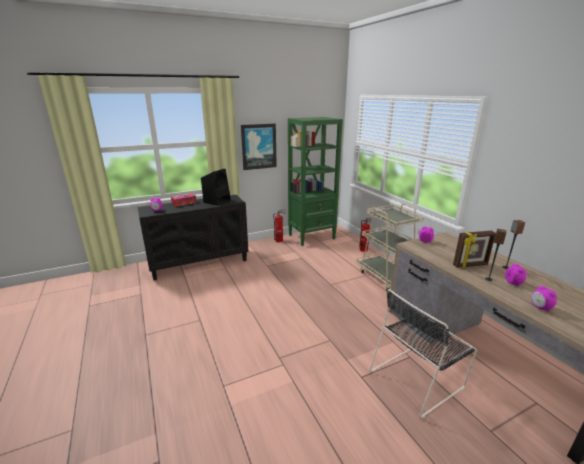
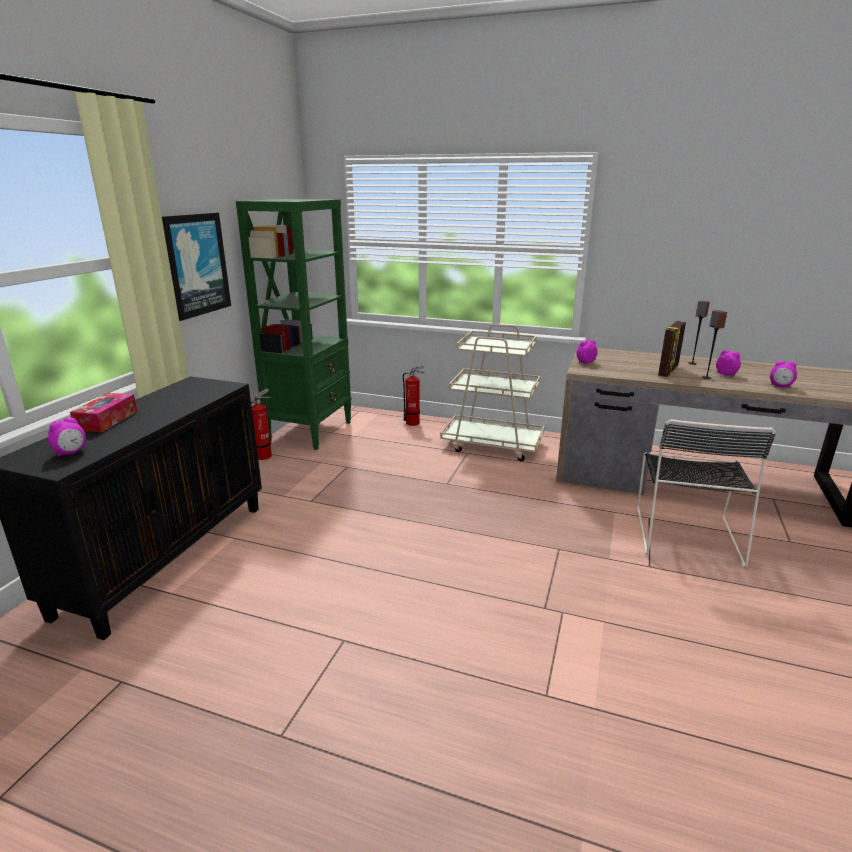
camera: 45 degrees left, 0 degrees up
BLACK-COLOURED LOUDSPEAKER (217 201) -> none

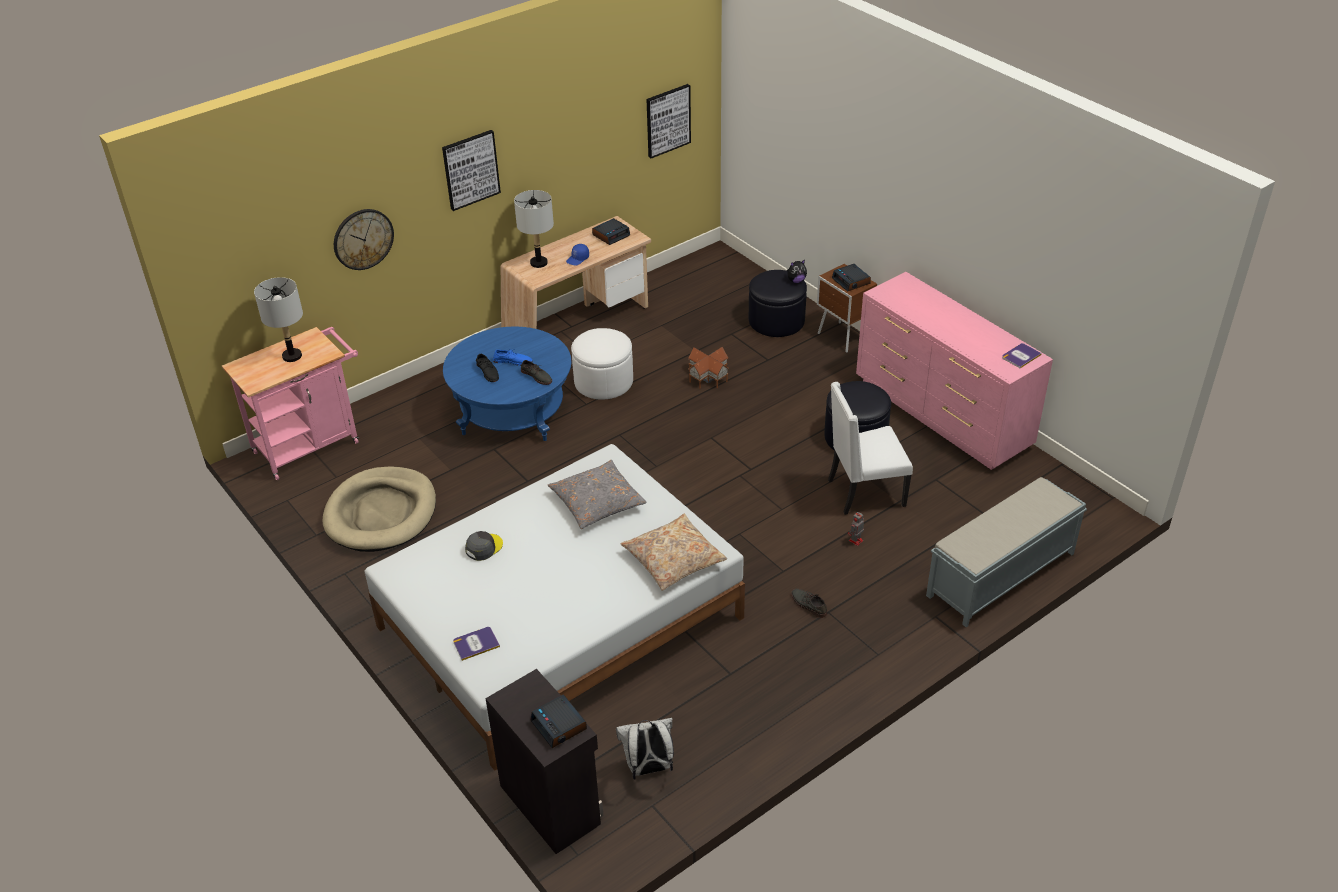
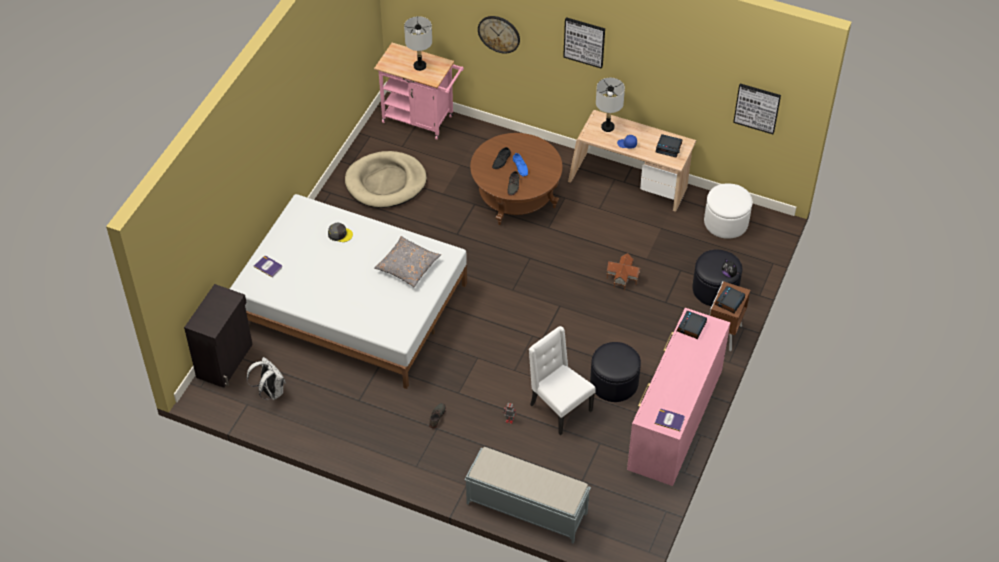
camera: 60 degrees right, 10 degrees up
BEIGE-COLOURED THROW PILLOW (673 560) -> none
TABLE CLOCK (559 725) -> TABLE CLOCK (691 327), shifted
WHITISH POUFFE (604 381) -> WHITISH POUFFE (726 222), shifted
BLUISH LOUNGE TABLE (513 411) -> BROWN-COLOURED LOUNGE TABLE (516 195)

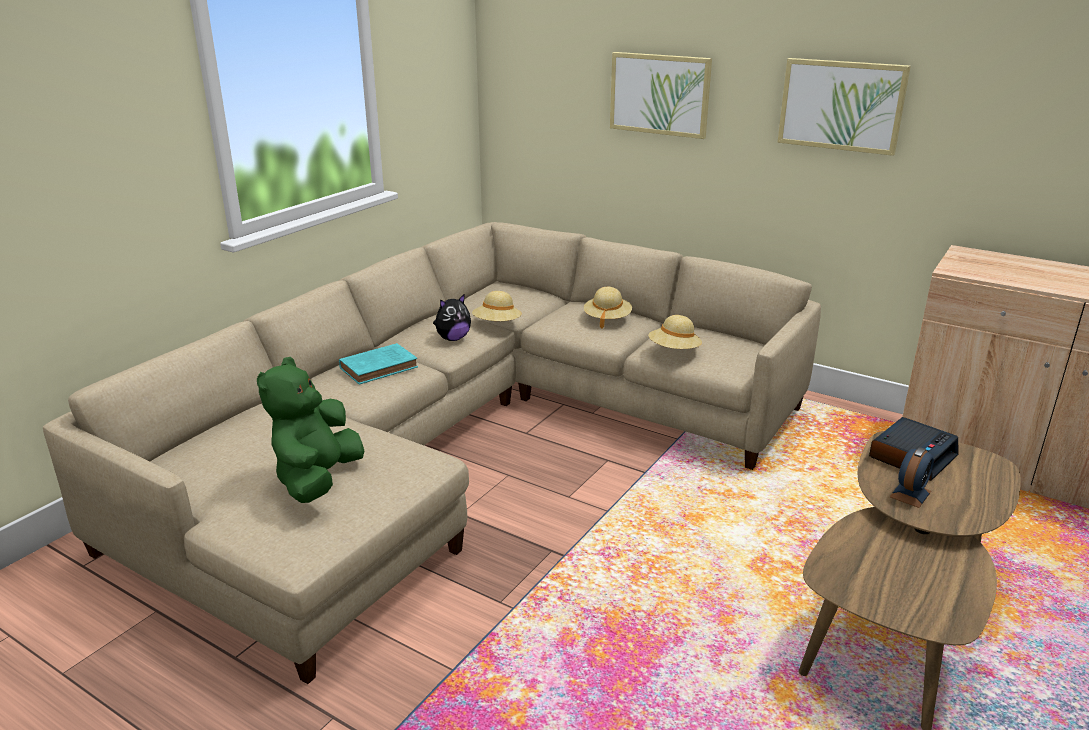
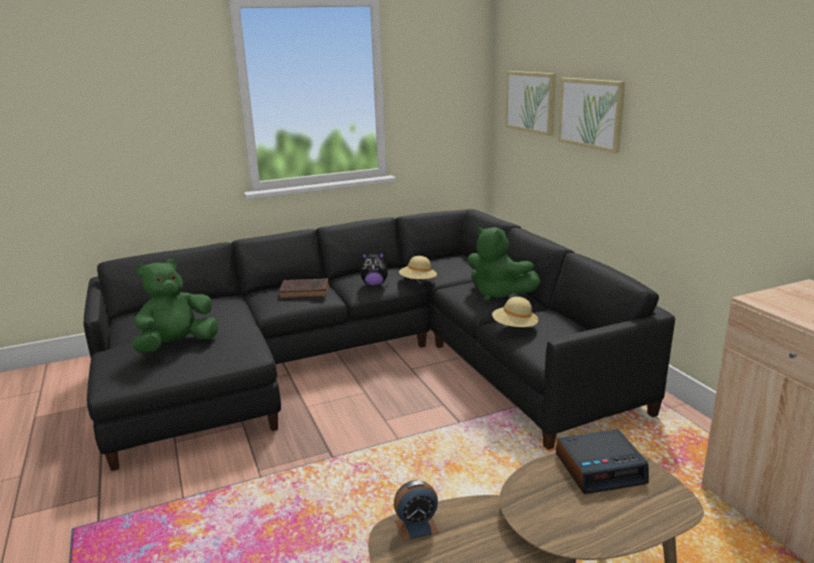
camera: 35 degrees right, 5 degrees down
WALL ART (841 105) -> WALL ART (531 102), shifted
TABLE CLOCK (910 494) -> TABLE CLOCK (416 526), shifted
BEIGE-COLOURED HAT (607 319) -> GREEN-COLOURED CUDDLY TOY (498 294)
BEIGE-COLOURED SOFA (464 442) -> BLACK-COLOURED SOFA (365 363)
TURQUOISE-COLOURED BOUND BOOK (380 367) -> BROWN-COLOURED BOUND BOOK (306 291)

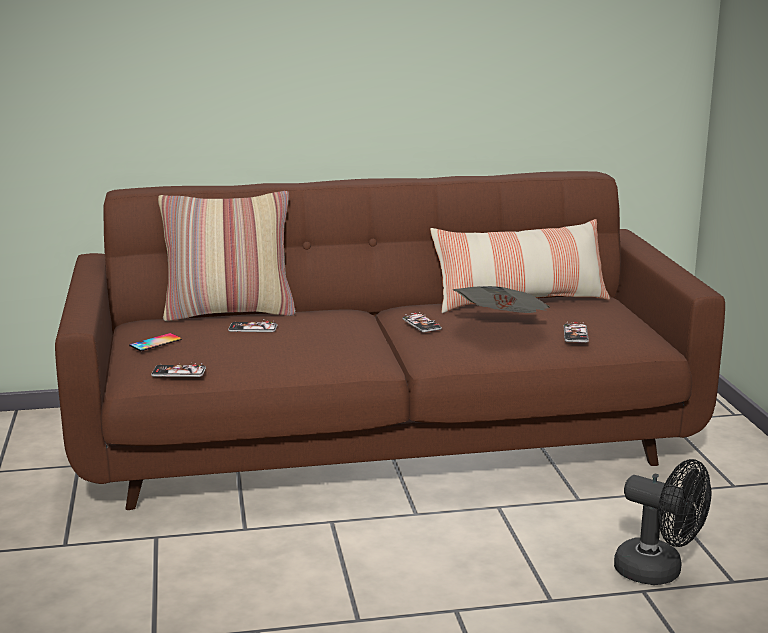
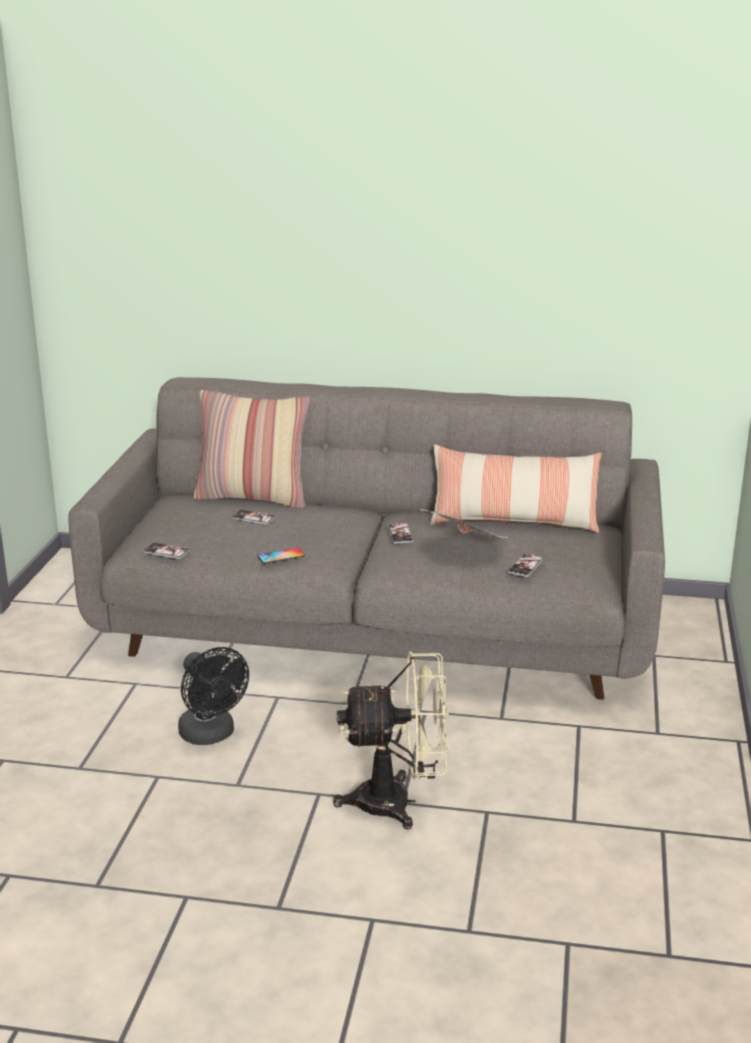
camera: 20 degrees right, 5 degrees up
none -> BEIGE-COLOURED ELECTRIC FAN (398 802)
HANDSET (155 342) -> HANDSET (281 556), shifted
BLACK-COLOURED ELECTRIC FAN (658 572) -> BLACK-COLOURED ELECTRIC FAN (211 735), shifted
BROWN-COLOURED SOFA (385 439) -> GRAY SOFA (377 629)

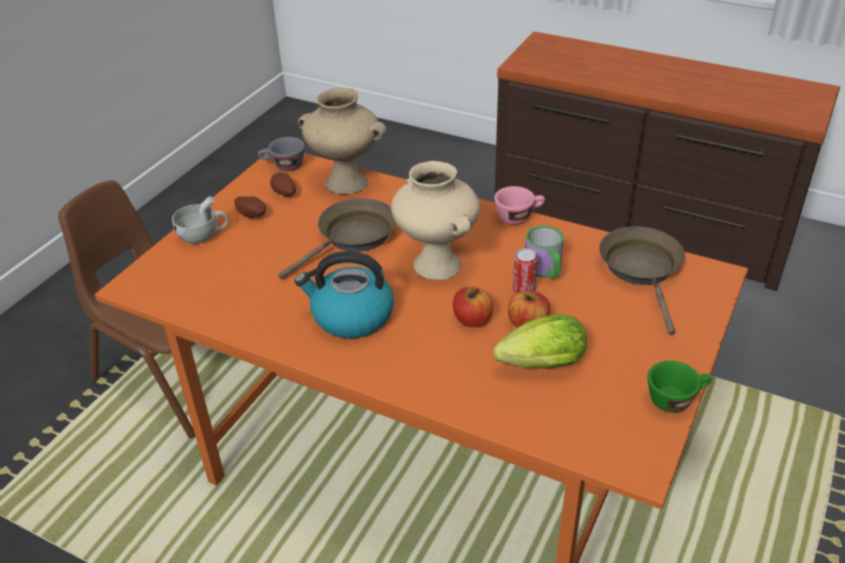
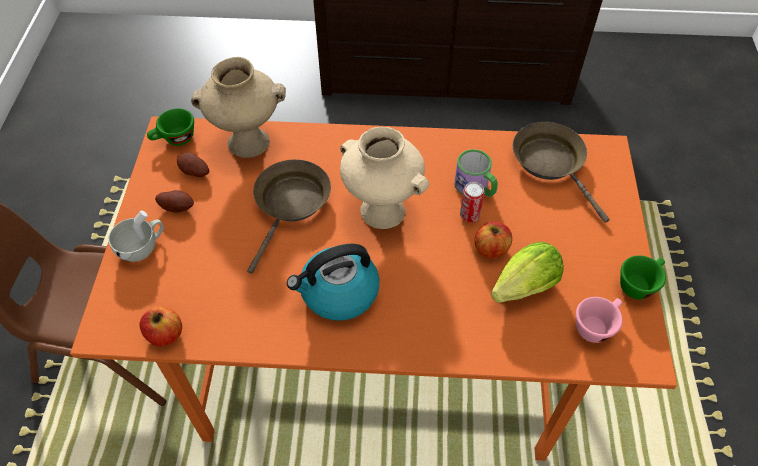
camera: 25 degrees left, 15 degrees up
APPLE FRUIT (472 320) -> APPLE FRUIT (165 334), shifted
PINK-COLOURED CUP (519 216) -> PINK-COLOURED CUP (596 325), shifted
GRAY CUP (283 166) -> GREEN-COLOURED CUP (175 140)

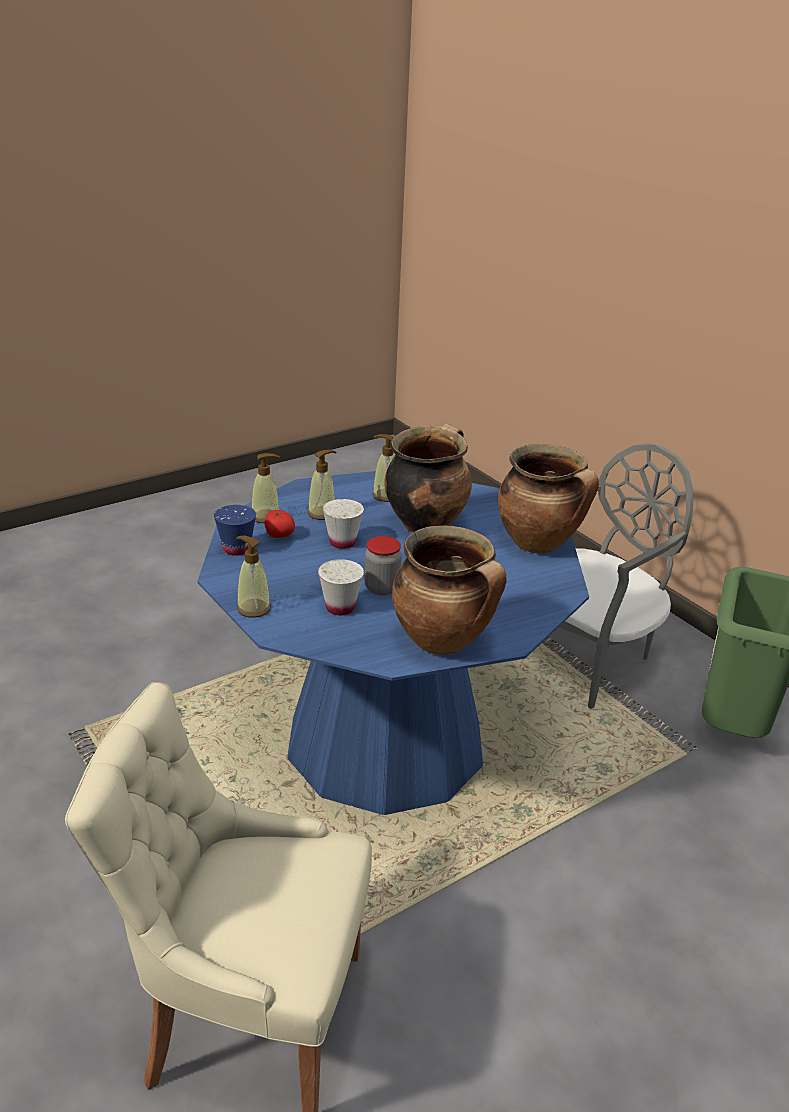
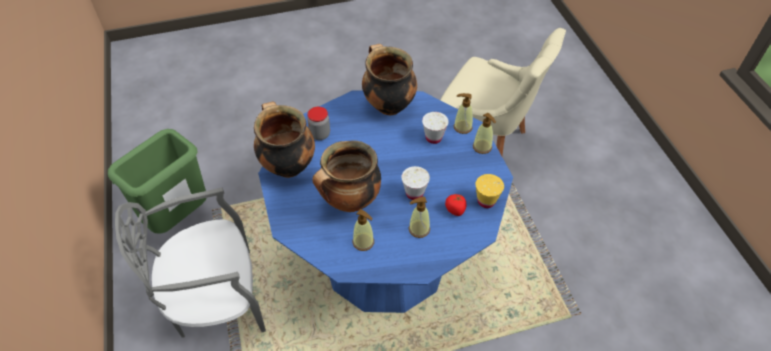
camera: 160 degrees left, 20 degrees up
SOAP BOTTLE (266 517) -> SOAP BOTTLE (462 127), shifted
PRESERVE JAR (382 588) -> PRESERVE JAR (320 134), shifted
BLUISH CUP (236 549) -> YELLOWISH CUP (486 201)

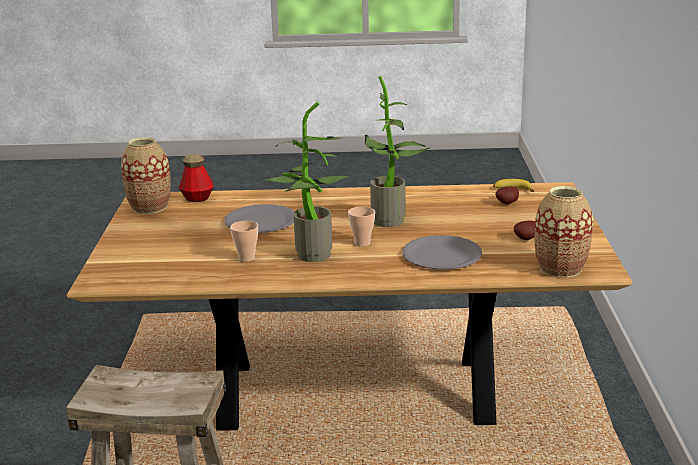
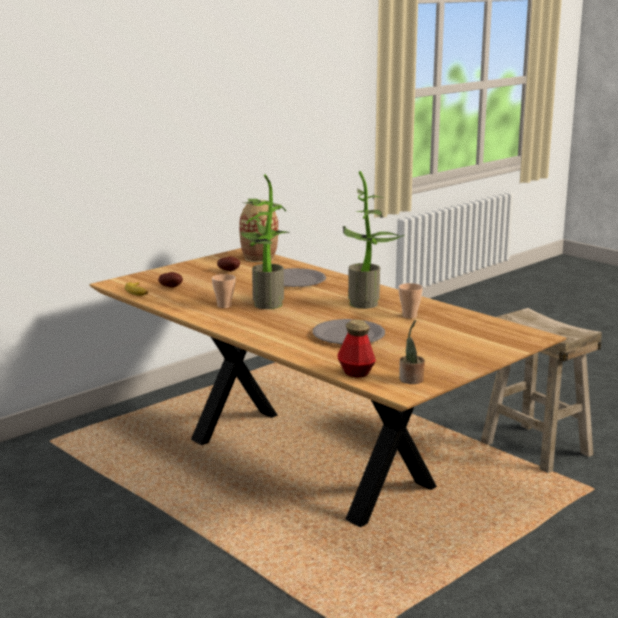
camera: 135 degrees left, 5 degrees down
CUP (362 243) -> CUP (224 306), shifted
DECORATIVE VASE (150 207) -> POTTED PLANT (411 380)

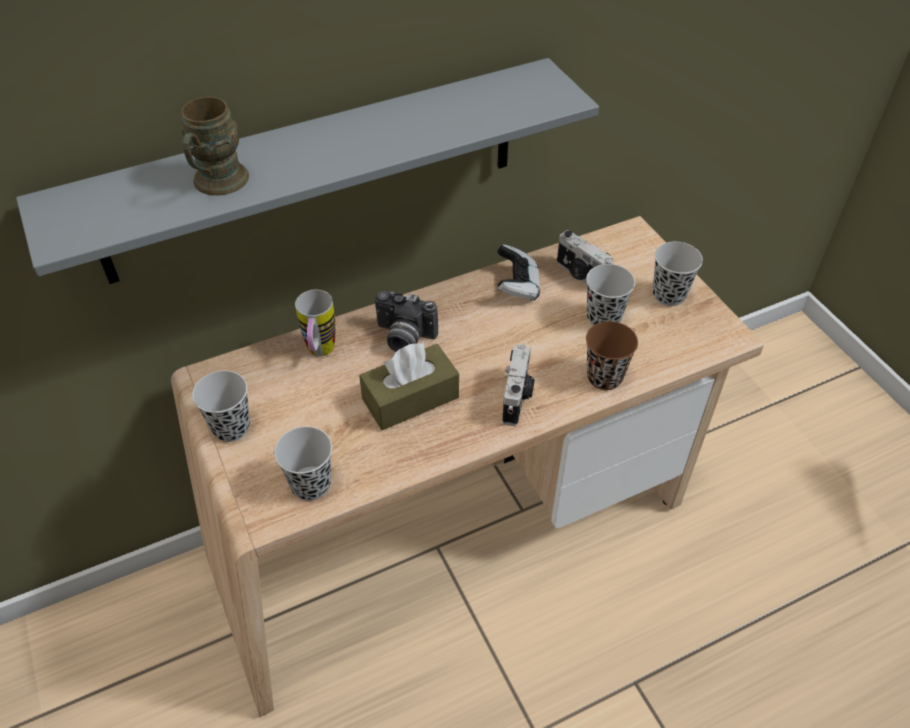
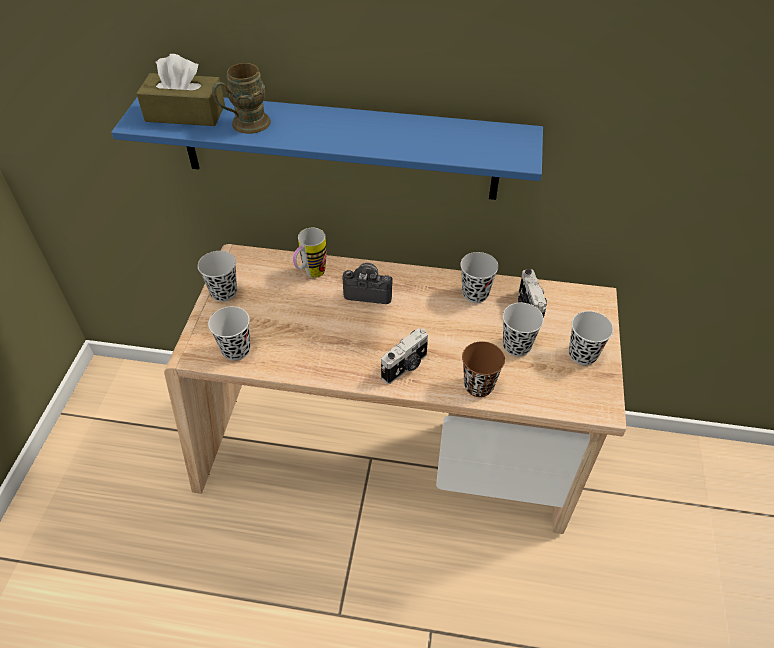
camera: 35 degrees right, 0 degrees up
BROWN-COLOURED TISSUE BOX (410 398) -> BROWN-COLOURED TISSUE BOX (185 113), shifted
GAME CONTROLLER (517 286) -> BLACK-COLOURED CUP (475 294)
GRAY BRACKET SHELF (313 172) -> BLUISH BRACKET SHELF (338 146)
STILL CAMERA (403 338) -> STILL CAMERA (369 290), 135 degrees clockwise

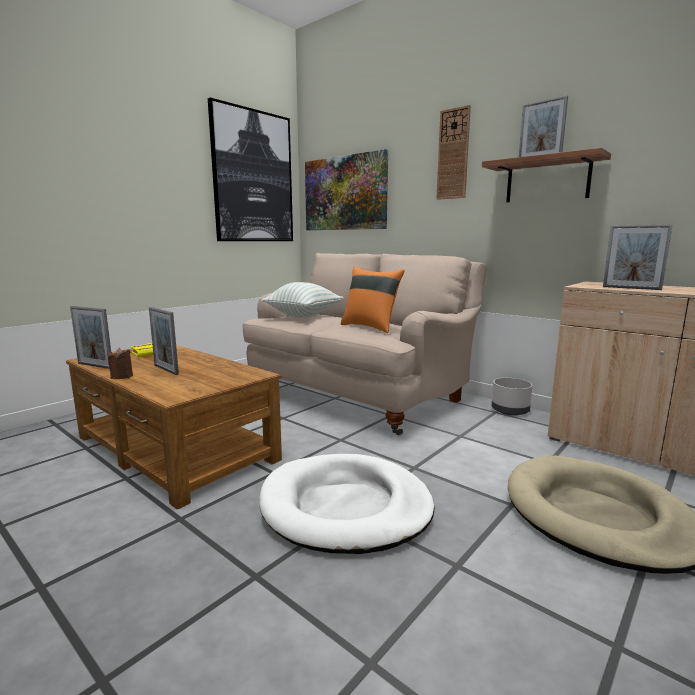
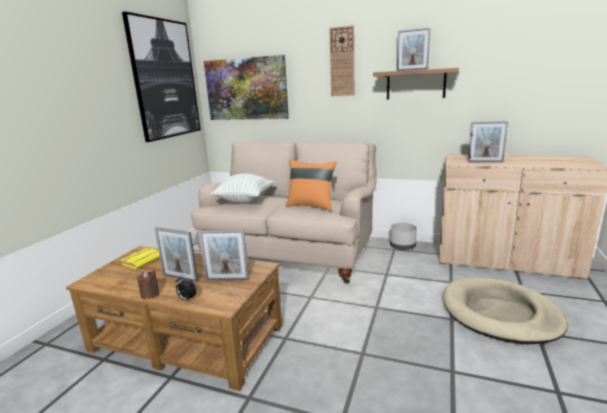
camera: 20 degrees left, 5 degrees up
WHITISH DOG BED (345 507) -> none
none -> TABLE CLOCK (187 299)
STANDING FRAME (95 366) -> STANDING FRAME (227 279), shifted

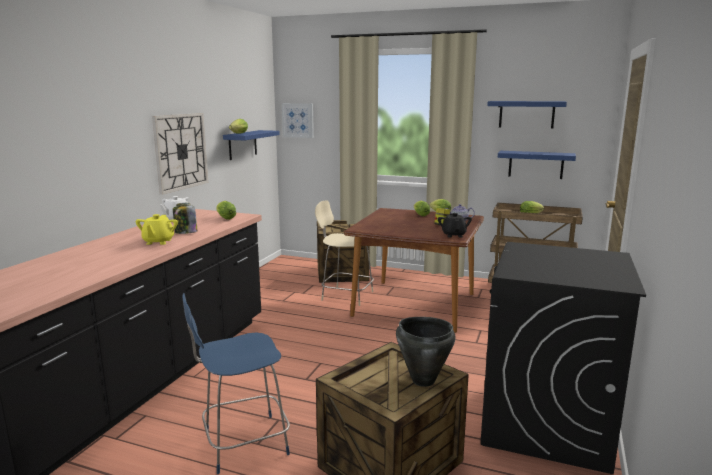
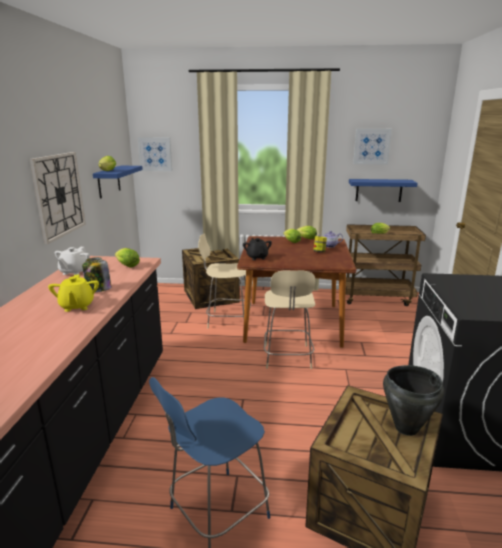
camera: 15 degrees left, 5 degrees up
none -> BEIGE-COLOURED CHAIR (287 358)
BLACK-COLOURED TEA POT (454 235) -> BLACK-COLOURED TEA POT (257 257), shifted
BLUISH BRACKET SHELF (526 114) -> WALL ART (371 146)

